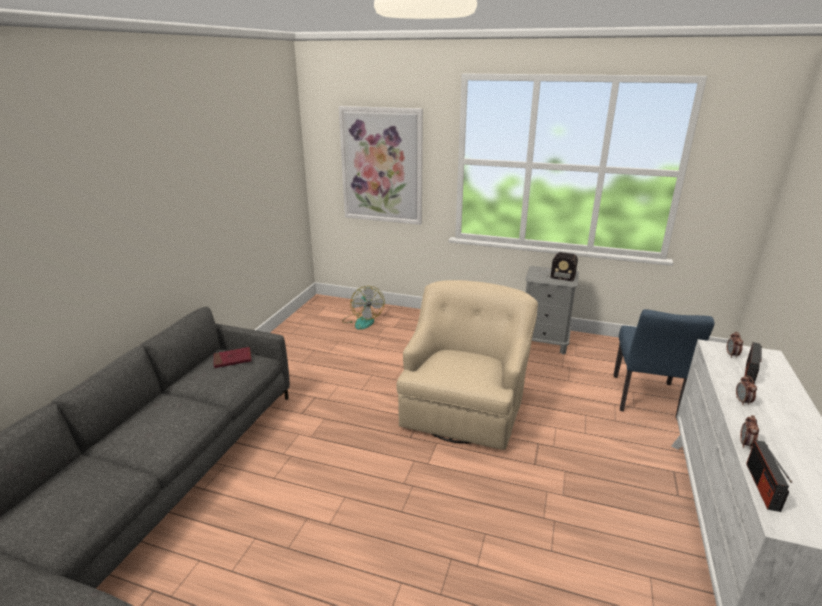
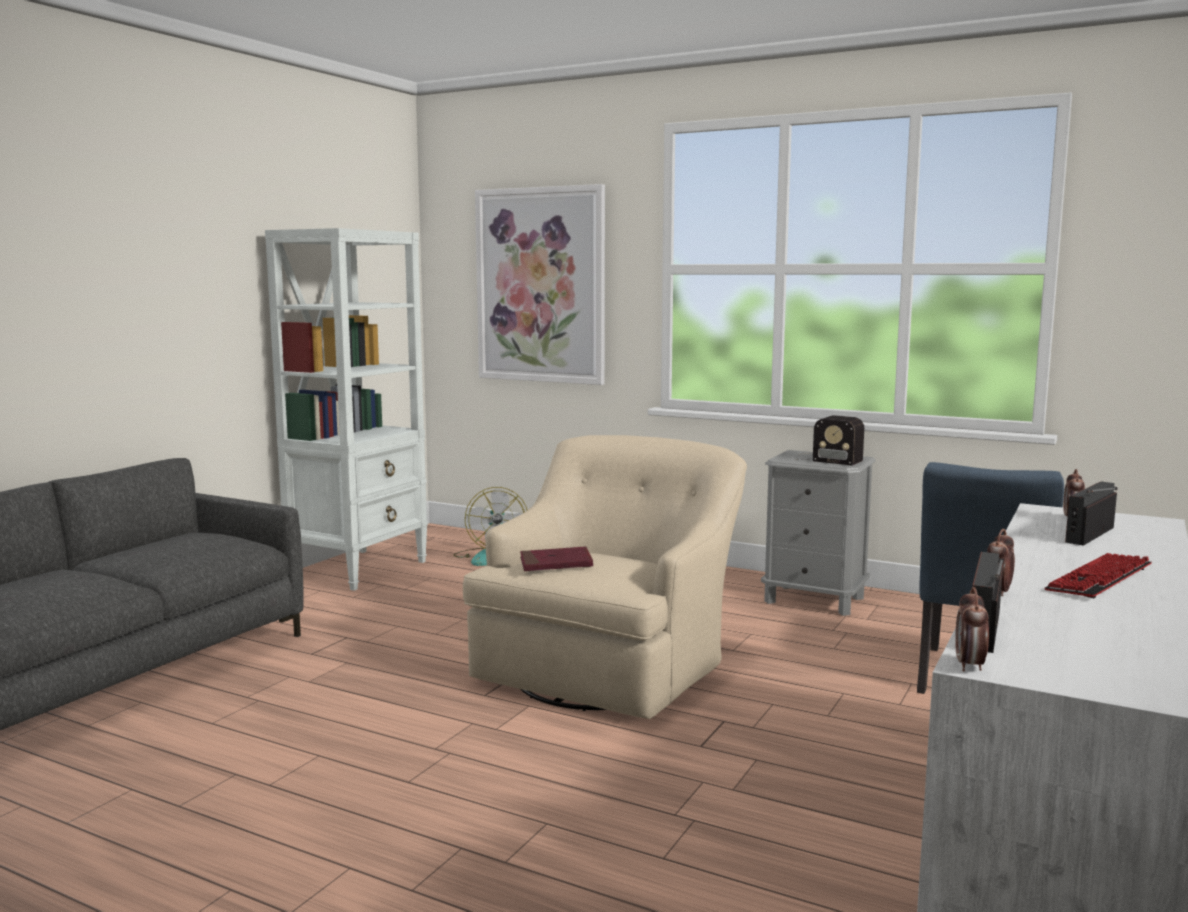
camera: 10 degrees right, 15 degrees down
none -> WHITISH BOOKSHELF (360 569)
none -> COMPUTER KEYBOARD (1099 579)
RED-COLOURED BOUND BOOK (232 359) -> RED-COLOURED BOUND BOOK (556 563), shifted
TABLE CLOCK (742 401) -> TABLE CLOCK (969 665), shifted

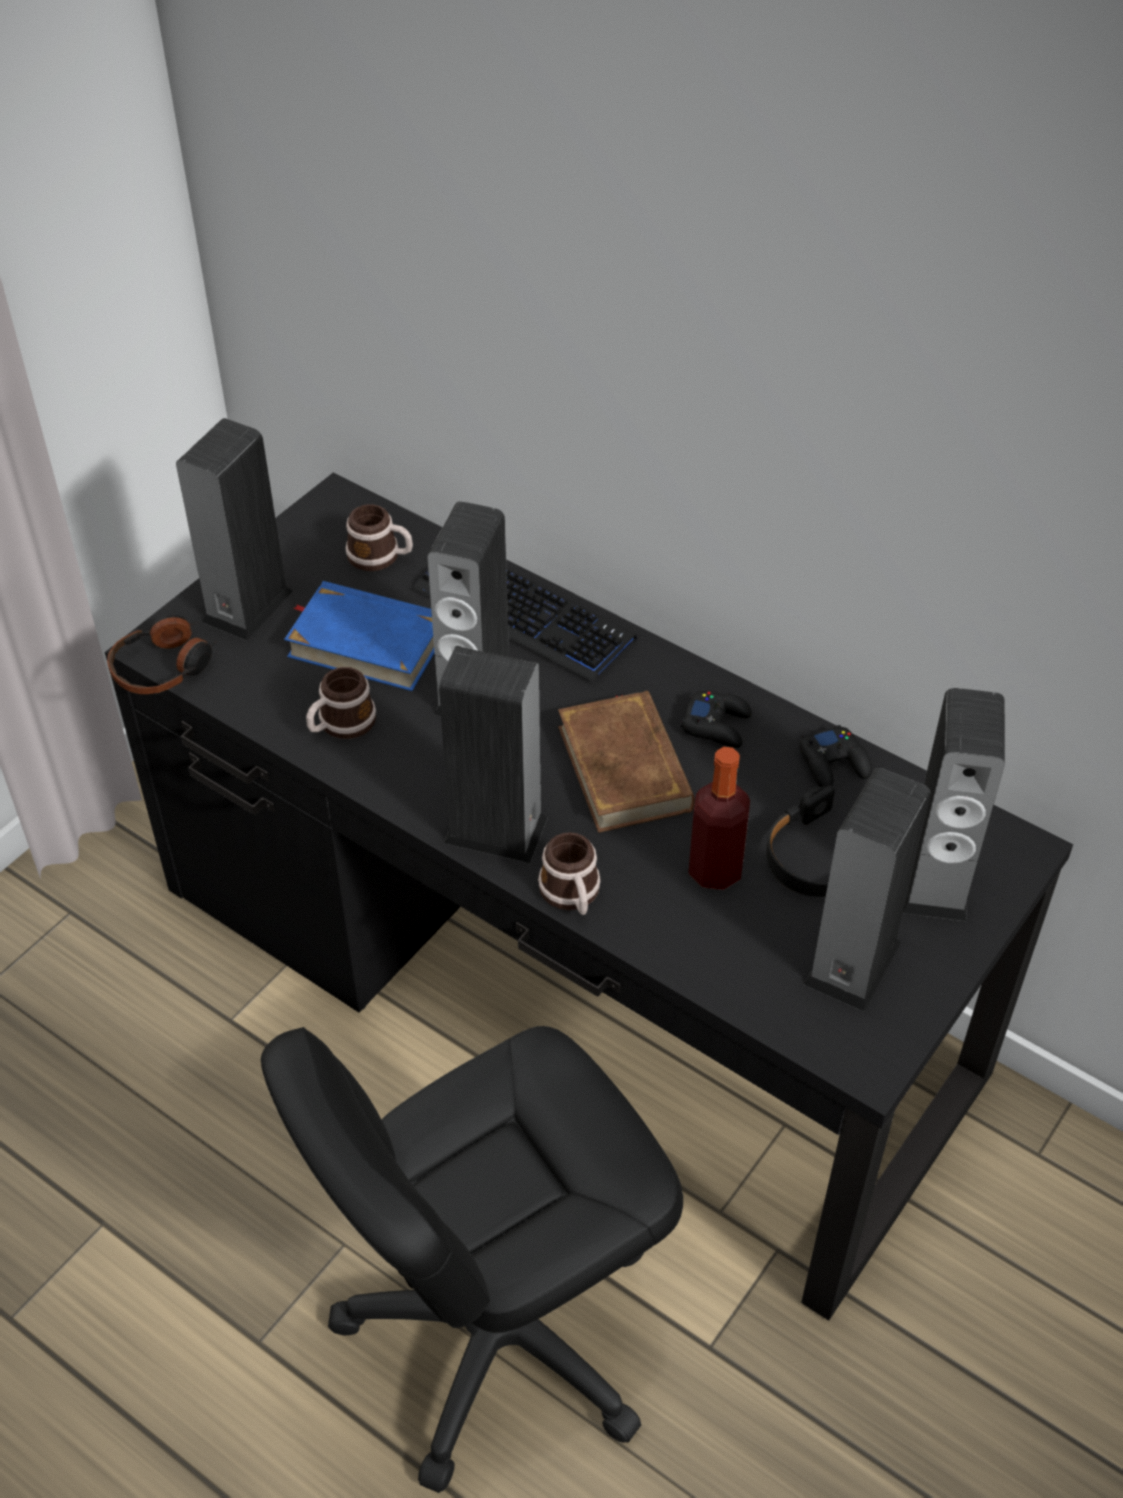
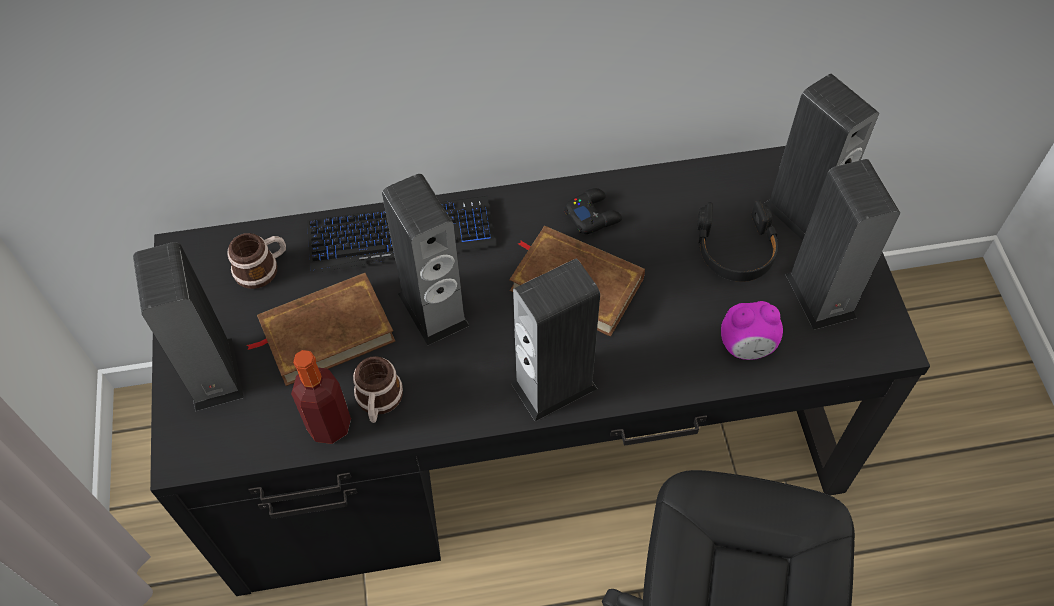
camera: 45 degrees left, 10 degrees up
HEADSET (164 667) -> none
COFFEE MUG (572 895) -> none
BLACK-COLOURED GAME CONTROLLER (834 764) -> none
none -> TABLE CLOCK (746 347)
DRINK BOTTLE (715 870) -> DRINK BOTTLE (329 425), shifted
BLUISH BOUND BOOK (368 642) -> BROWN-COLOURED BOUND BOOK (326 332)

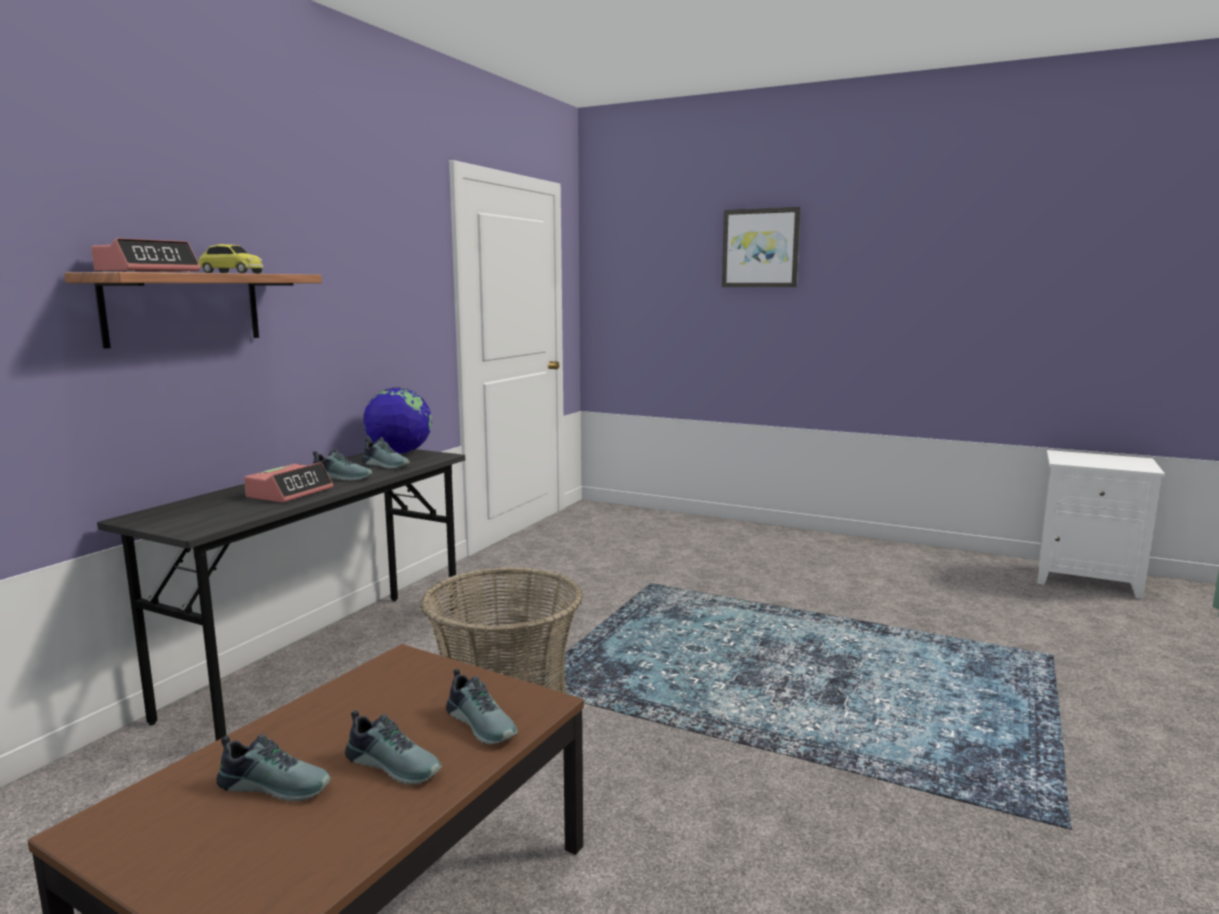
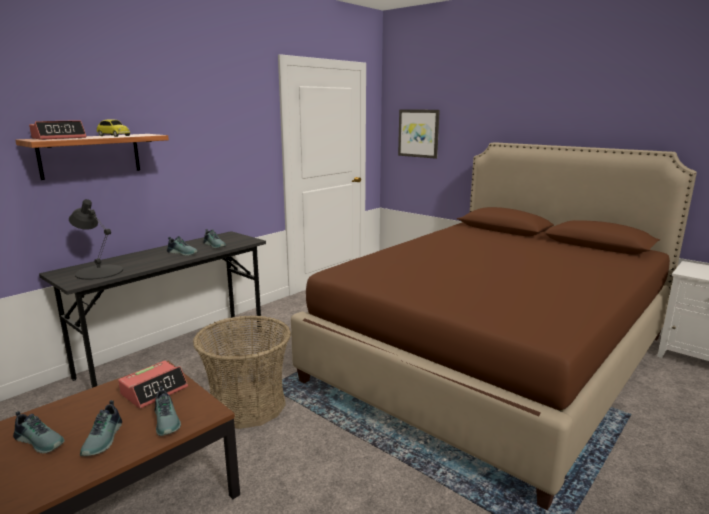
camera: 15 degrees right, 5 degrees up
DESK GLOBE (399 453) -> none
none -> BLACK-COLOURED TABLE LAMP (99 272)
none -> BROWN-COLOURED BED (493 357)
TABLE CLOCK (290 493) -> TABLE CLOCK (154 390), shifted
WALL ART (760 248) -> WALL ART (418 133), shifted
SHOE (395 764) -> SHOE (104 439), 45 degrees clockwise

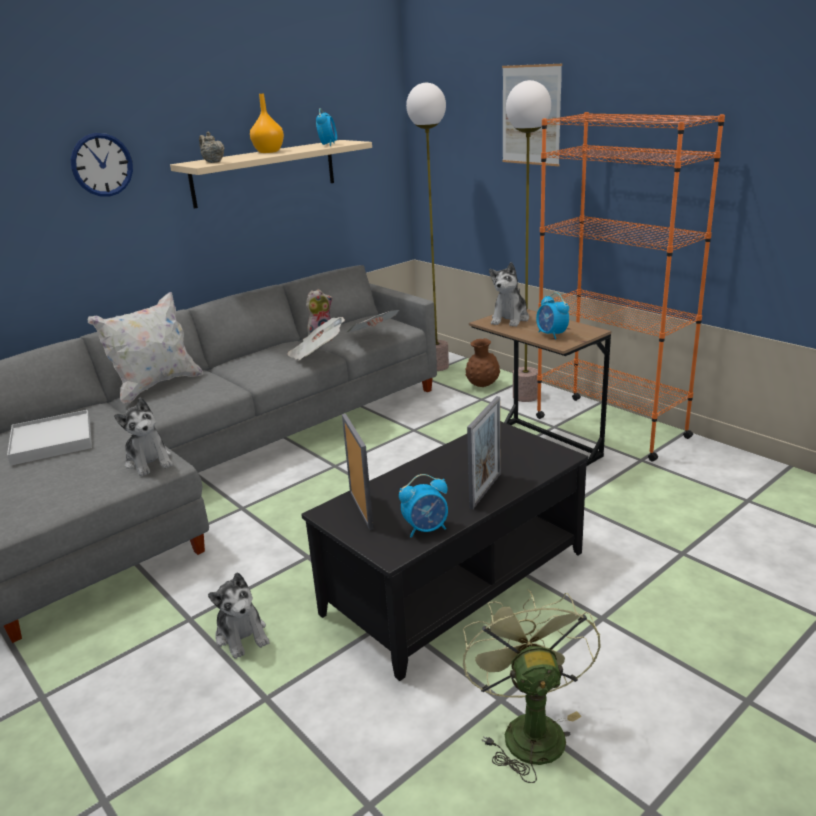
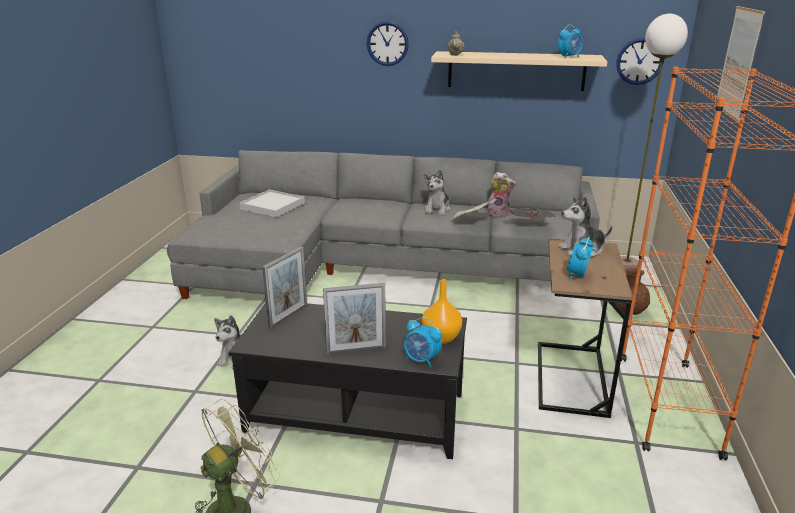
camera: 50 degrees right, 0 degrees up
WHITISH THROW PILLOW (156 386) -> none
FLOOR LAMP (525 396) -> none
none -> WALL CLOCK (639 61)
CUDDLY TOY (149 462) -> CUDDLY TOY (437 209), shifted
ORANGE-COLOURED DECORATIVE VASE (269 151) -> ORANGE-COLOURED DECORATIVE VASE (442 338), shifted
TABLE CLOCK (426 529) -> TABLE CLOCK (421 360), shifted

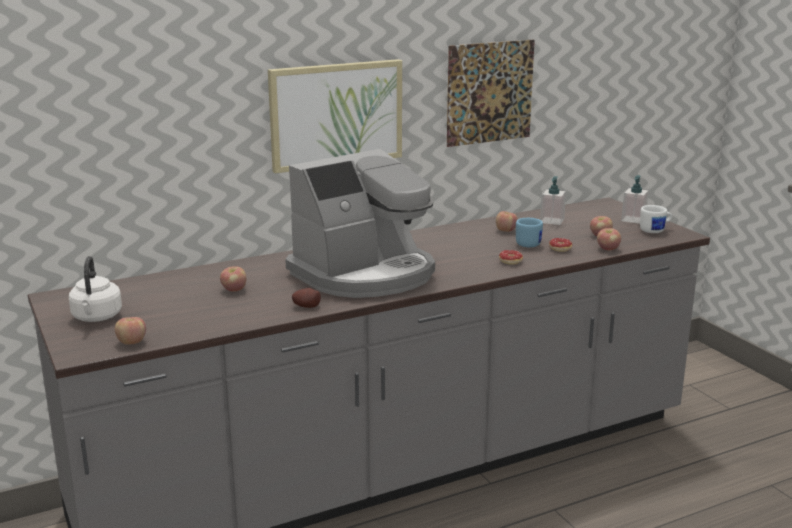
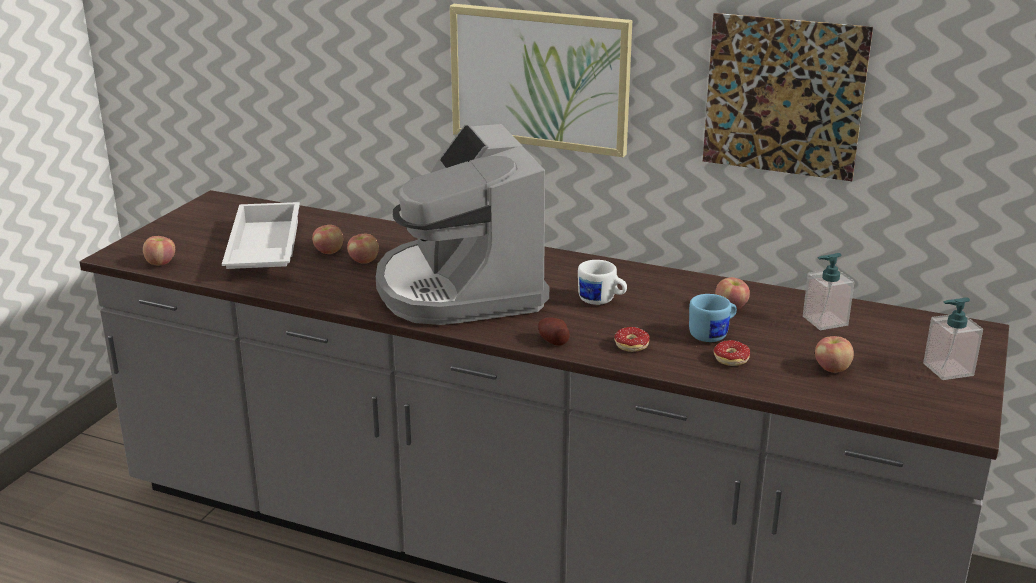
camera: 50 degrees right, 5 degrees up
WHITISH TEA KETTLE (96 317) -> none
none -> WHITISH SERVING TRAY (262 249)
WHOLE POTATO (306 306) -> WHOLE POTATO (553 341), shifted
APPLE FRUIT (608 249) -> APPLE FRUIT (363 261), shifted
WHITISH COFFEE MUG (655 230) -> WHITISH COFFEE MUG (601 301), shifted
COFFEE MACHINE (365 274) -> COFFEE MACHINE (460 288), 60 degrees clockwise

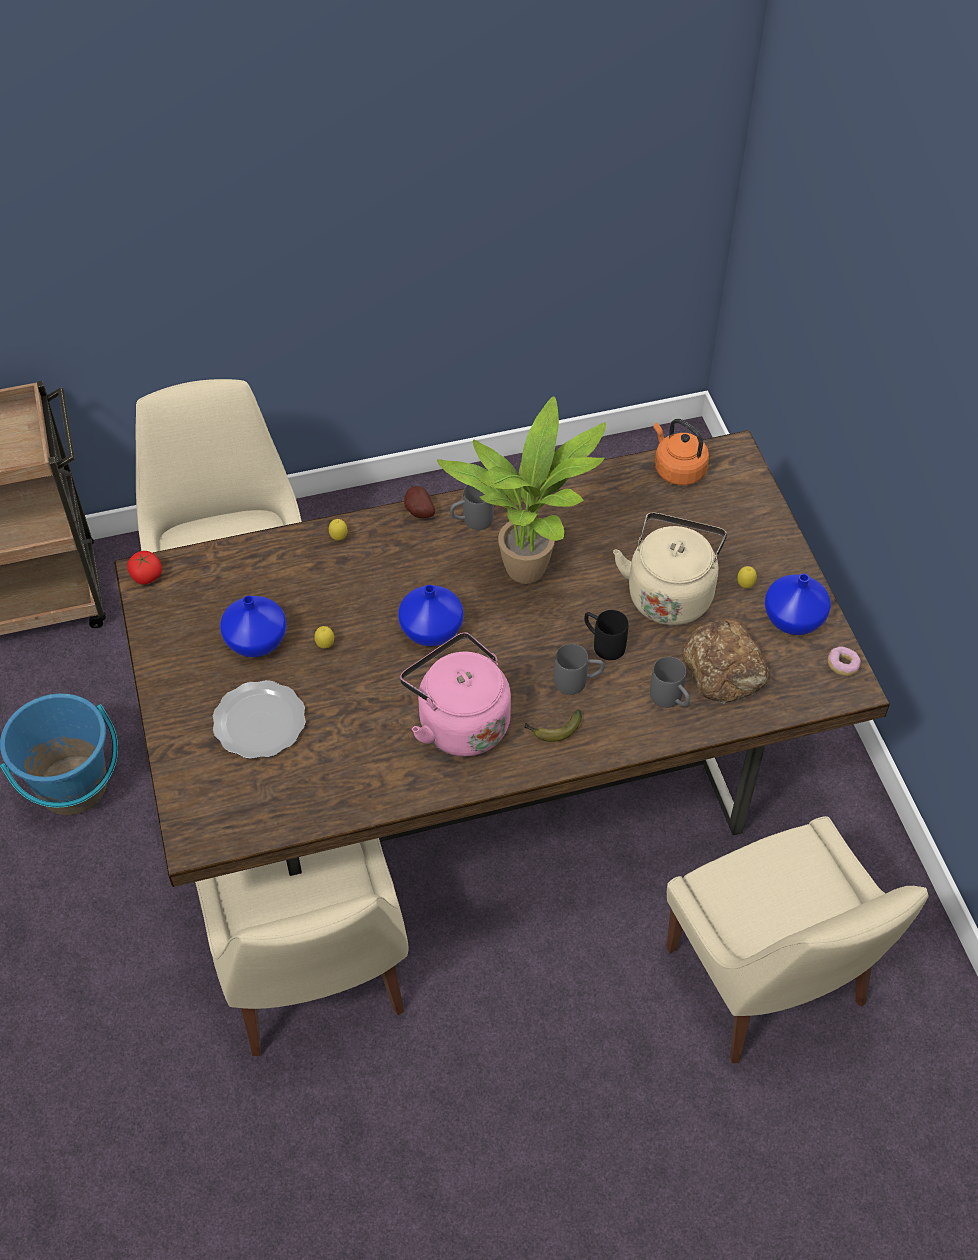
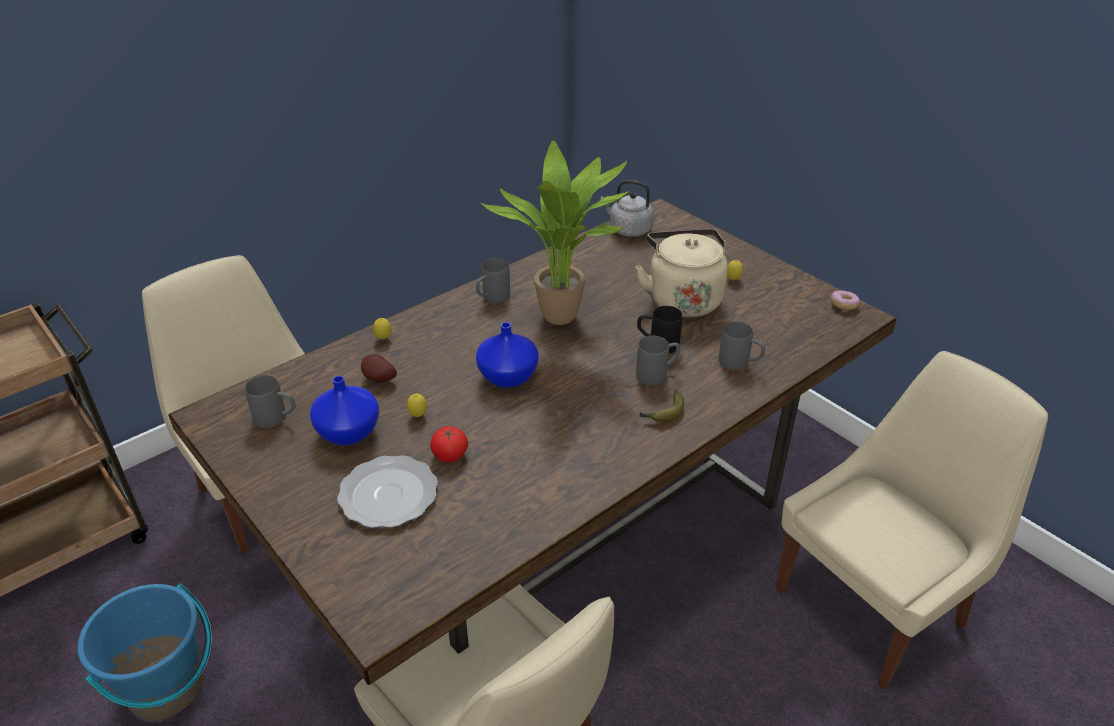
camera: 25 degrees left, 15 degrees down
PINK-COLOURED TEA KETTLE (459 722) -> none
BAKERY BREAD (725 667) -> none
BLUISH DECORATIVE VASE (792 619) -> none
none -> GRAY COFFEE MUG (277 419)
TOMATO (146 576) -> TOMATO (449 455), shifted
WHOLE POTATO (418 512) -> WHOLE POTATO (378 380), shifted
ORANGE-COLOURED TEA KETTLE (677 469) -> GRAY TEA KETTLE (628 229)
BEIGE-COLOURED CHAIR (769 982) -> BEIGE-COLOURED CHAIR (874 604), 75 degrees counterclockwise

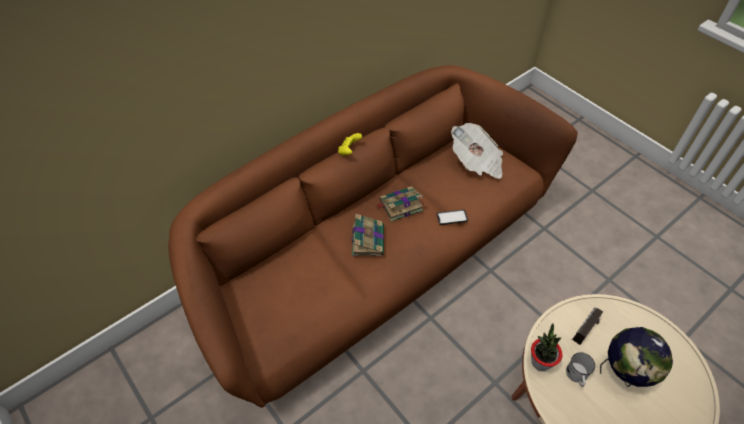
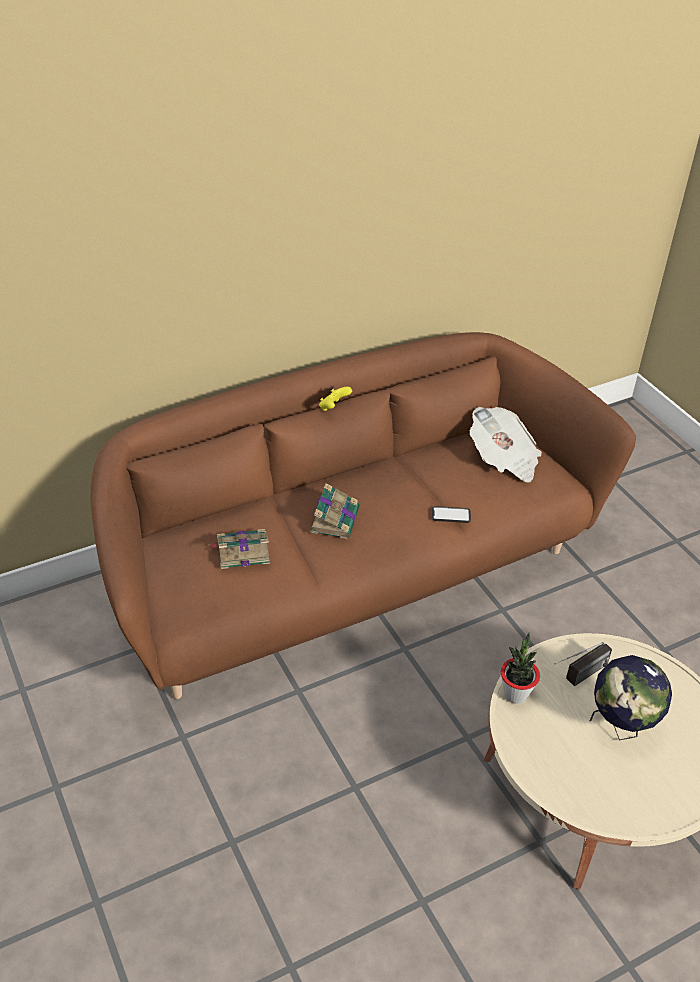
camera: 10 degrees right, 10 degrees down
WHITISH COFFEE MUG (577 376) -> none
BOUND BOOK (400 206) -> BOUND BOOK (241 552), shifted

